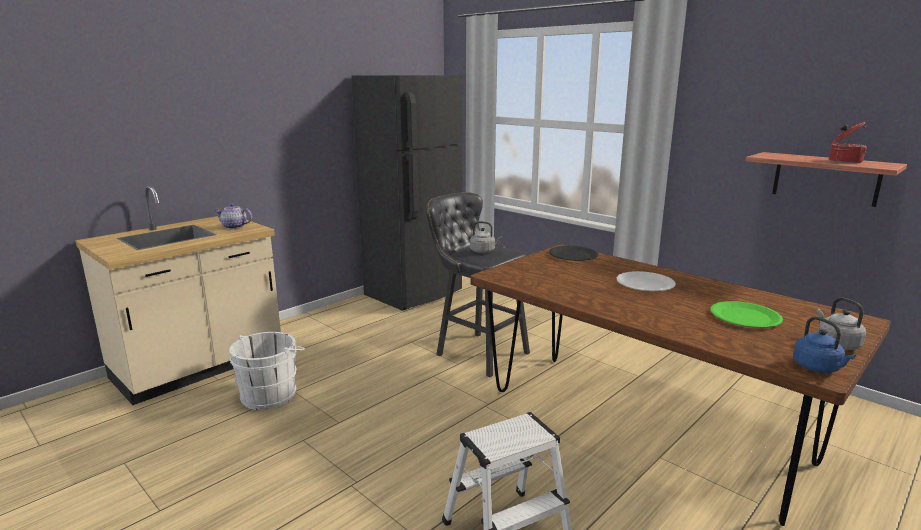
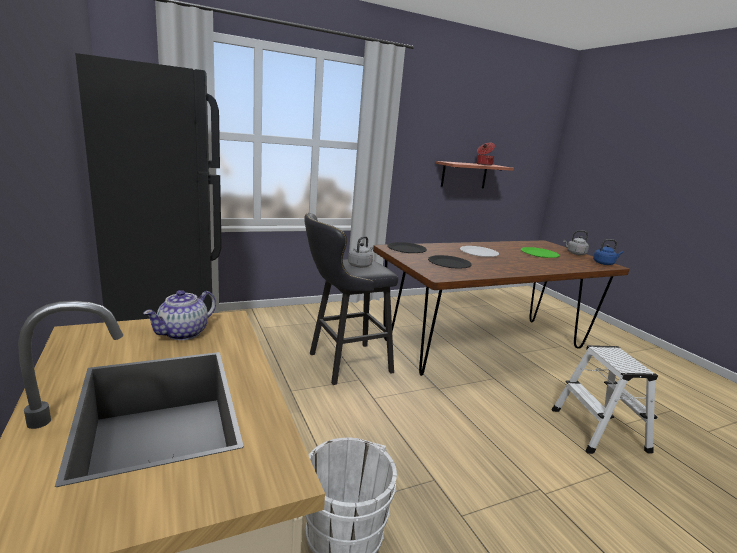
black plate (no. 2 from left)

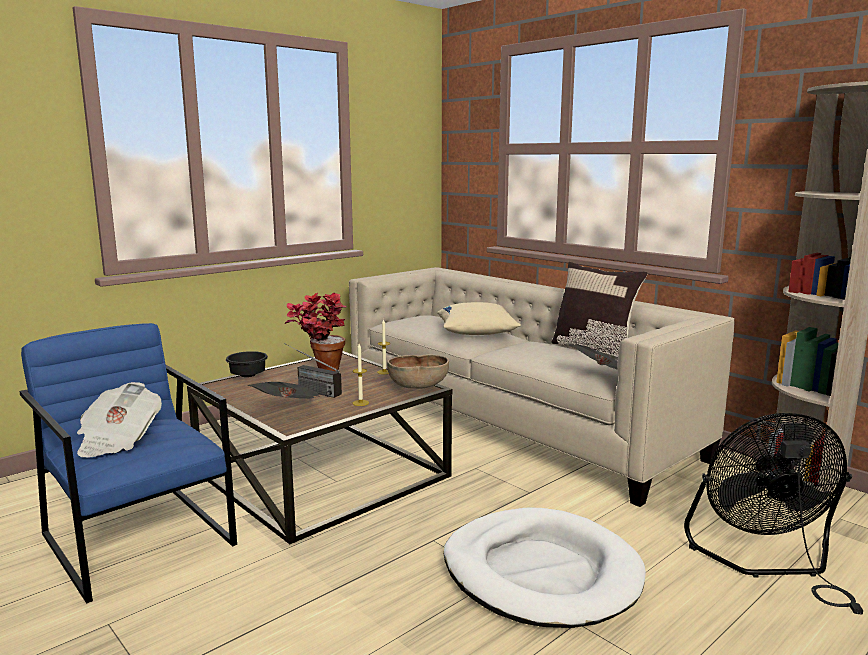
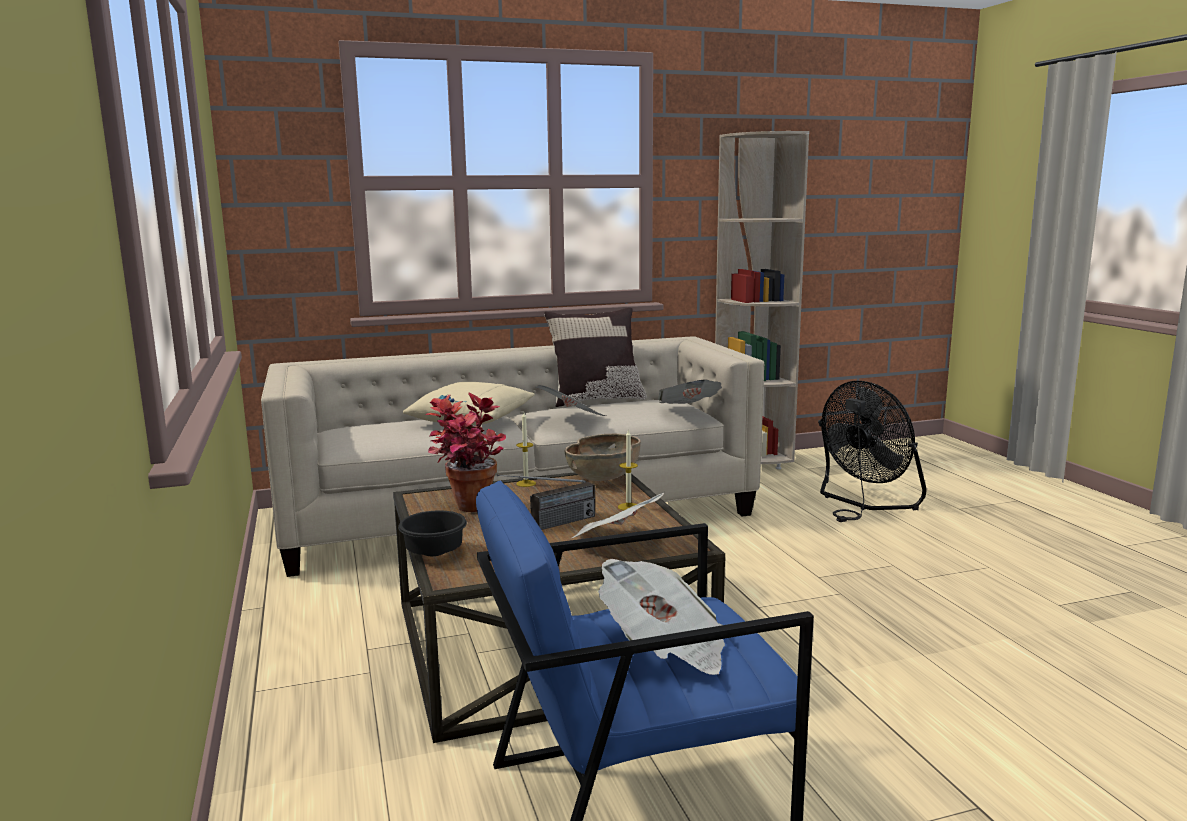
newspaper (no. 1 from left)
black fan
white dog bed

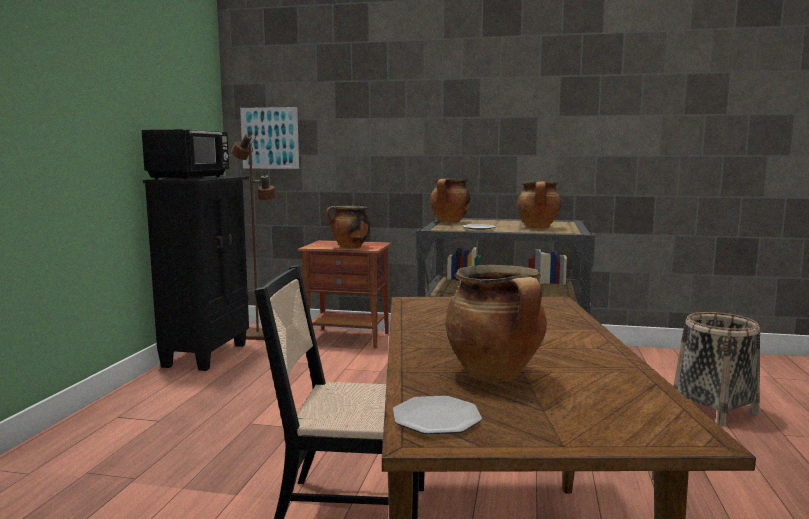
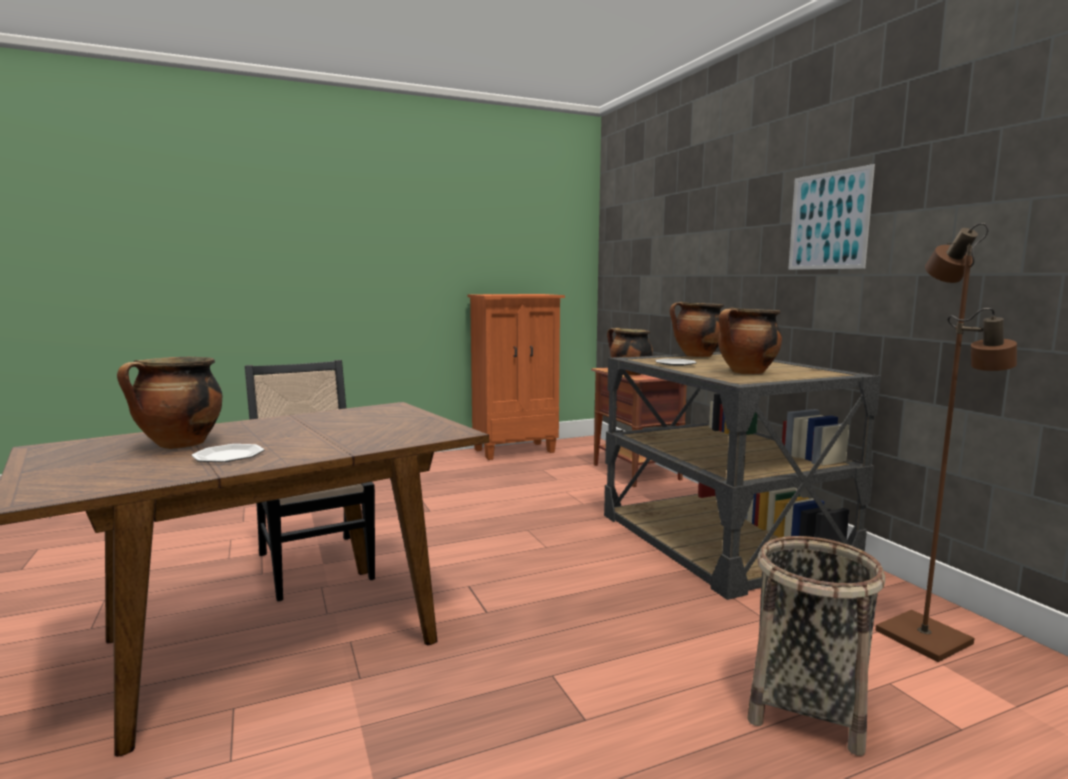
plate (no. 1 from left)
orange cabinet
picture
brown floor lamp
black microwave

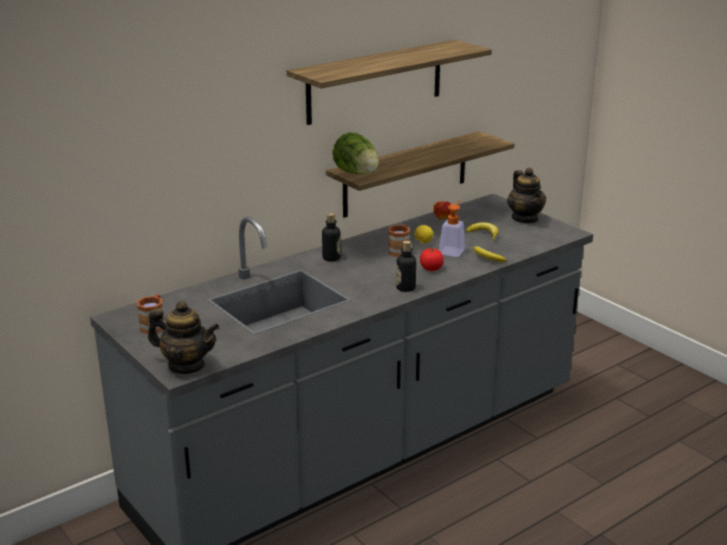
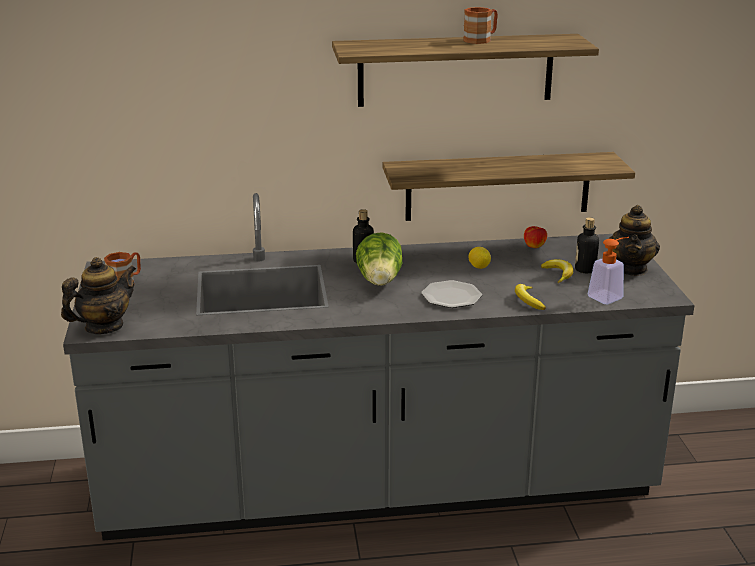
teapot (no. 1 from left)
lettuce
plate
brown mug (no. 2 from left)
bottle (no. 2 from left)
soap dispenser

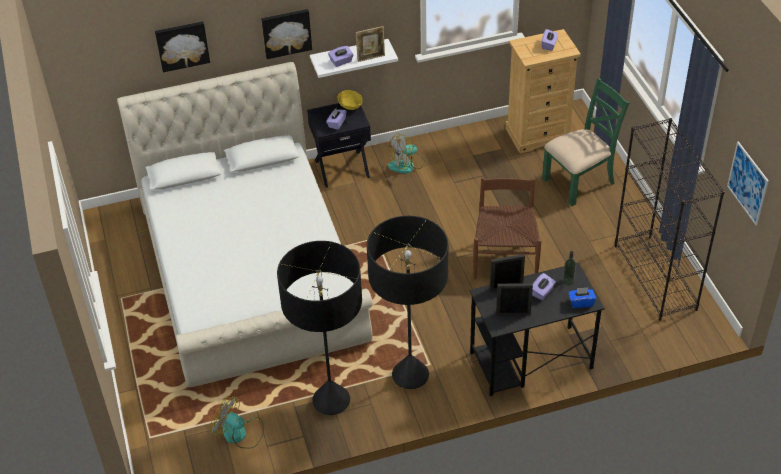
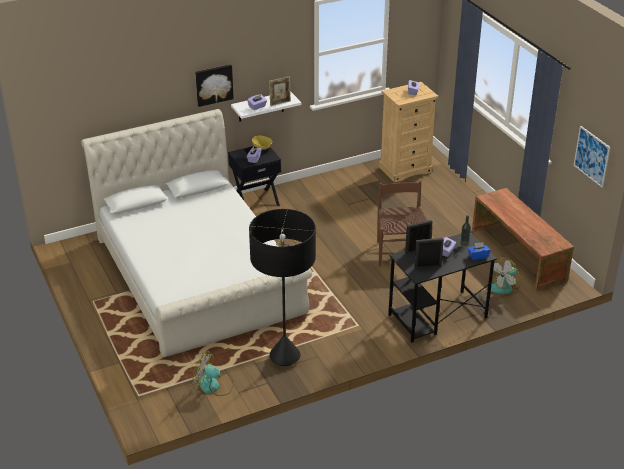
brown bench
fan (no. 2 from left)
picture (no. 1 from left in the first image)
black floor lamp (no. 2 from left in the first image)
green chair

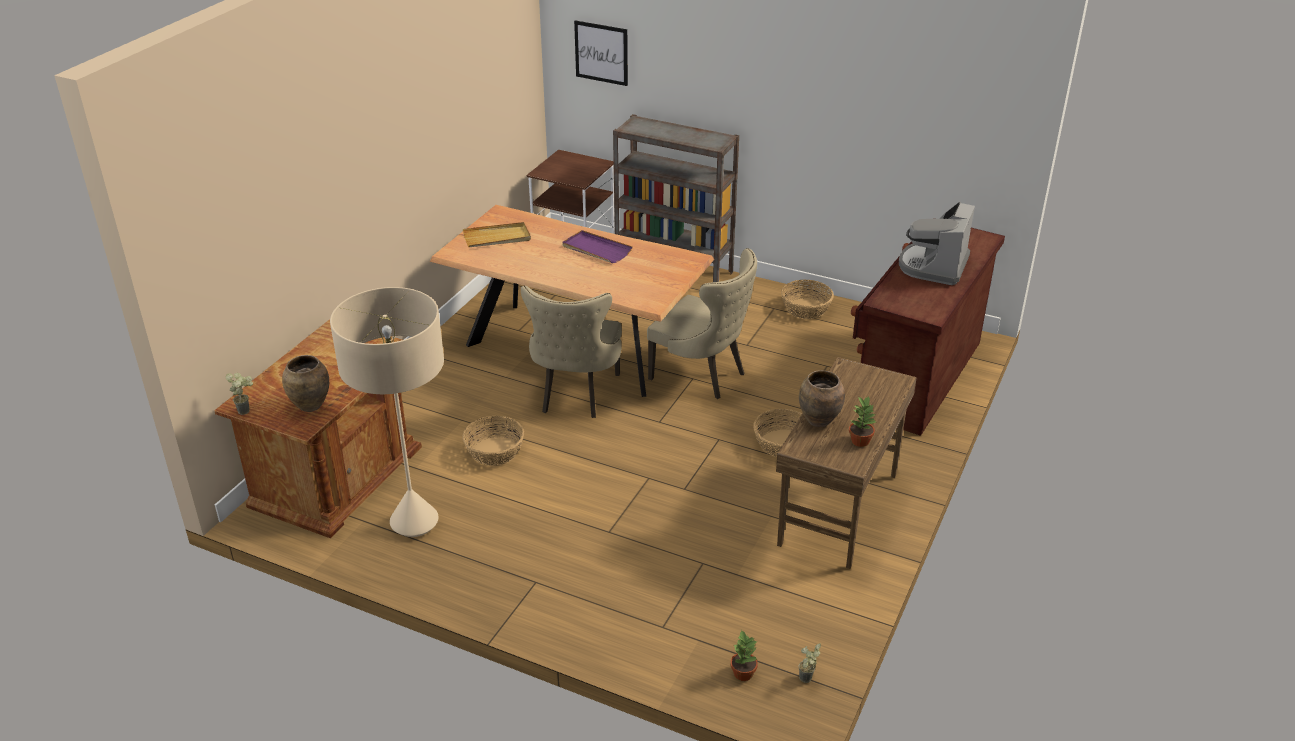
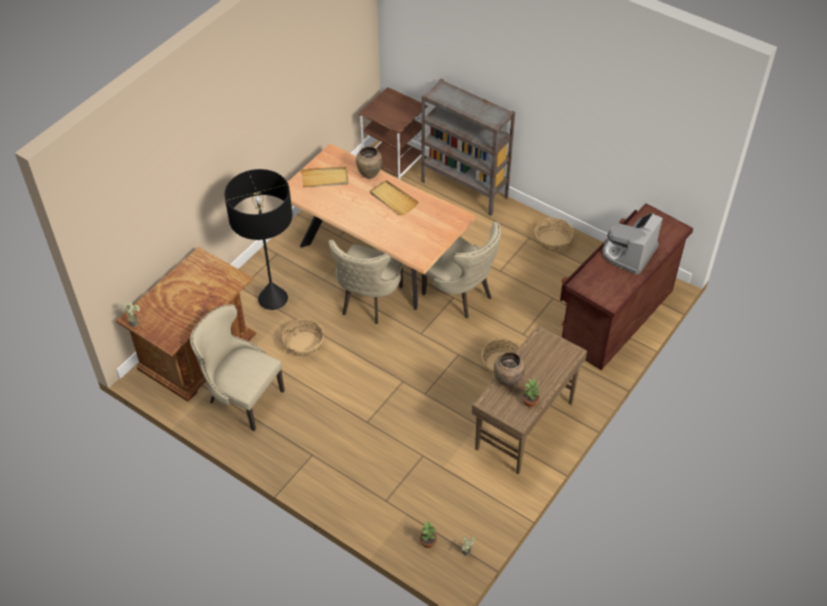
beige chair (no. 1 from left)
black floor lamp
brown vase (no. 1 from left)
beige tray (no. 2 from left)
picture

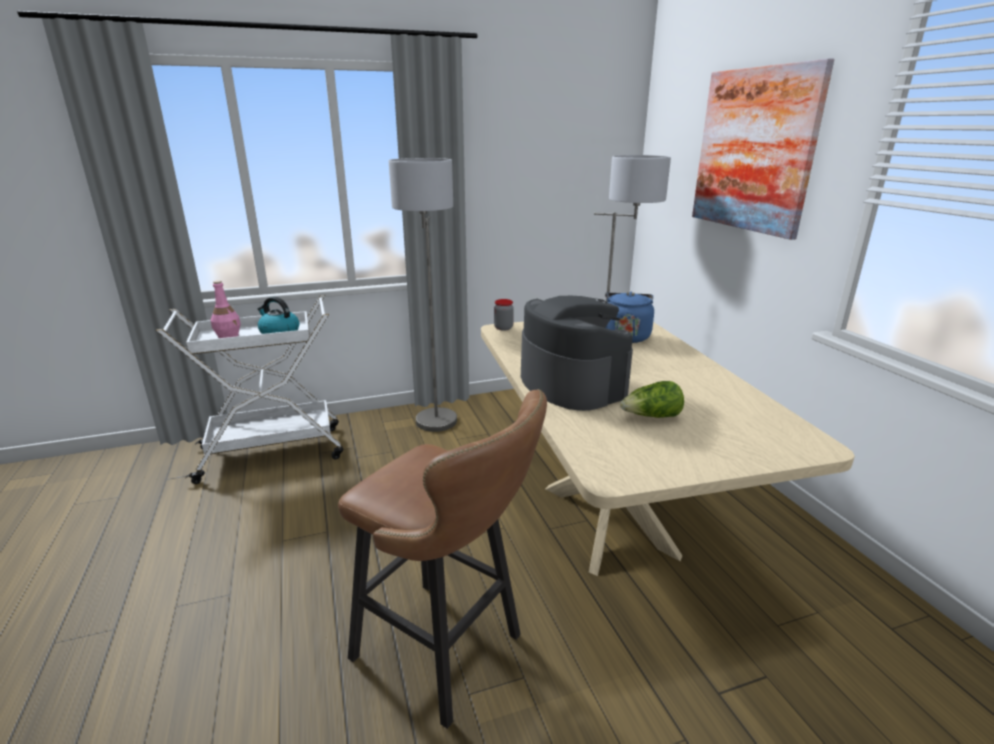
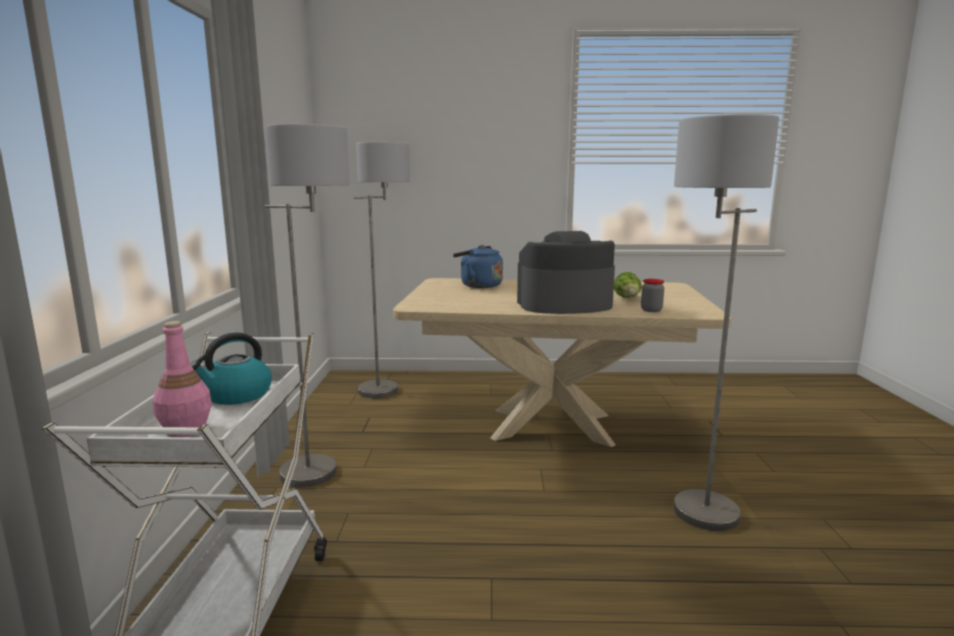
jar
grey floor lamp (no. 3 from left)
picture

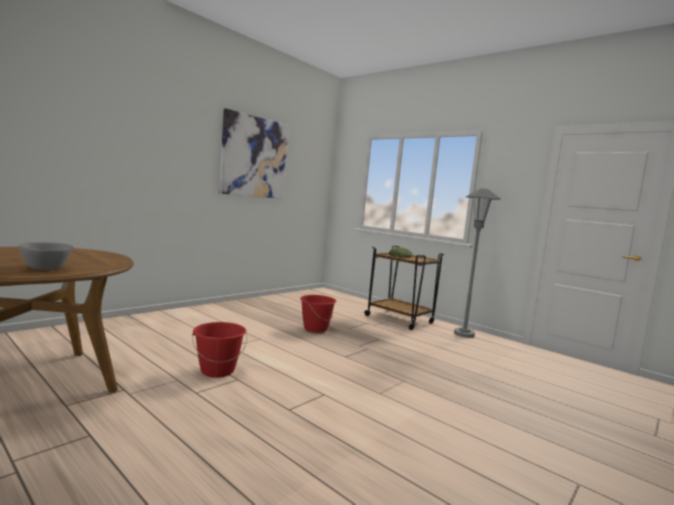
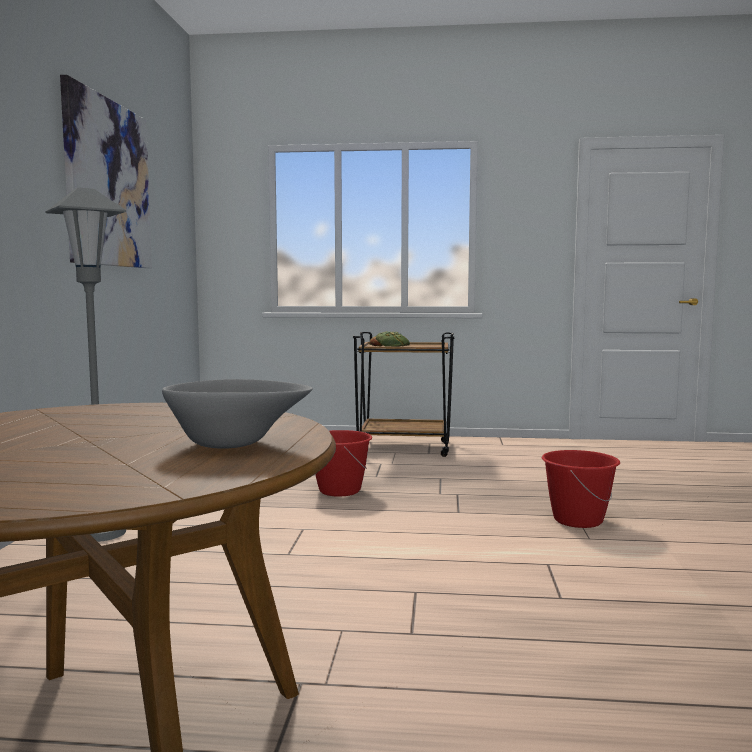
grey floor lamp
red bucket (no. 2 from left)

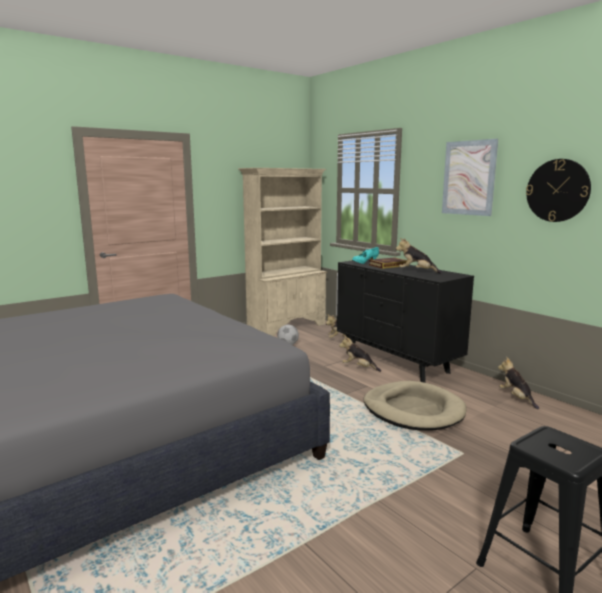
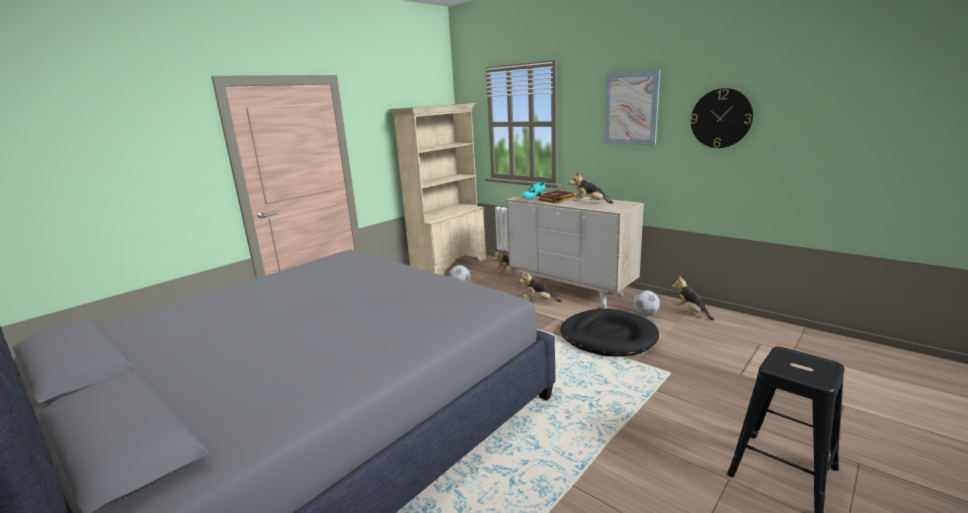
white dresser
black dog bed
football (no. 2 from left)

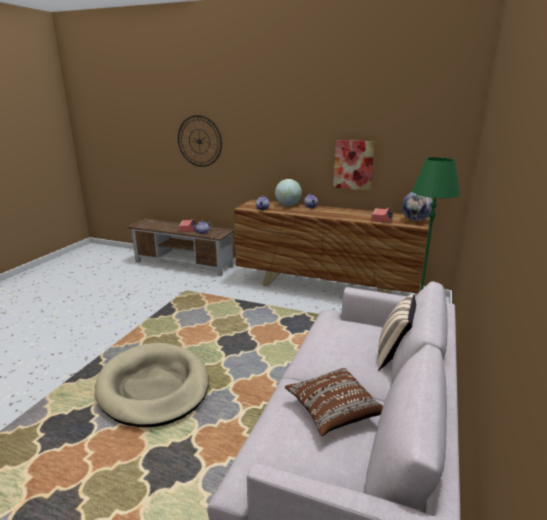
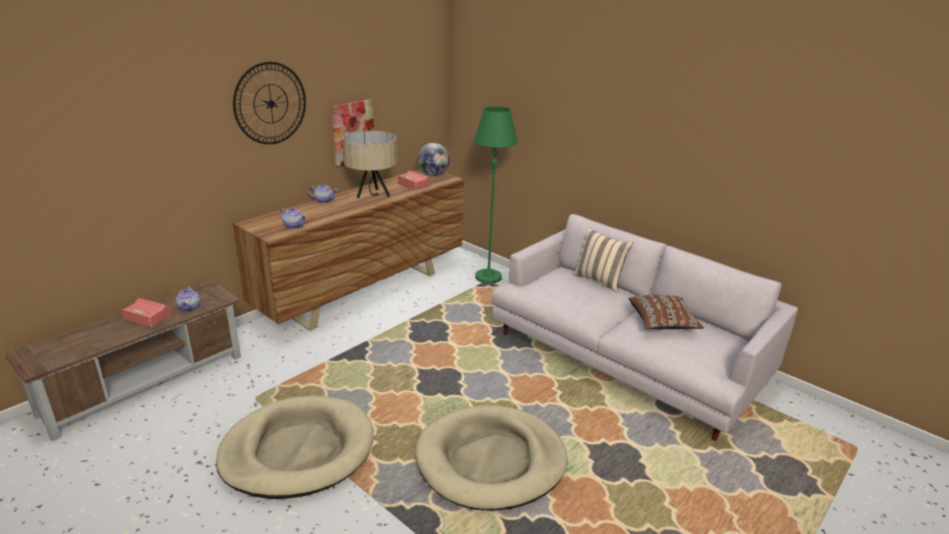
beige dog bed (no. 1 from left)
wall clock
beige table lamp
globe (no. 1 from left in the first image)

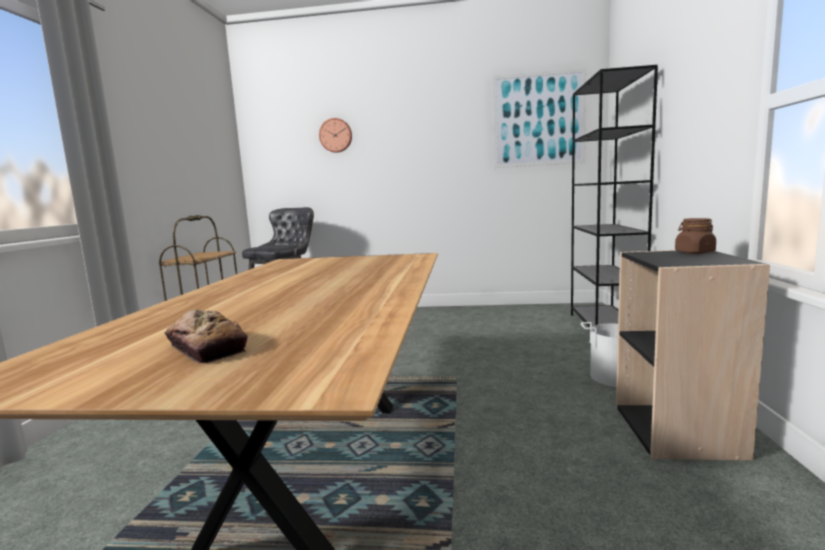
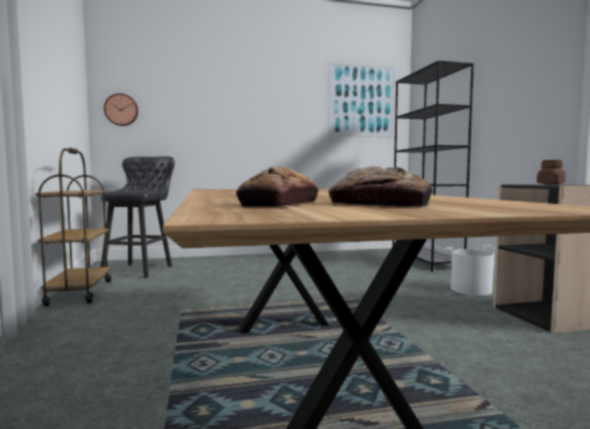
wall clock
bread (no. 1 from left)

